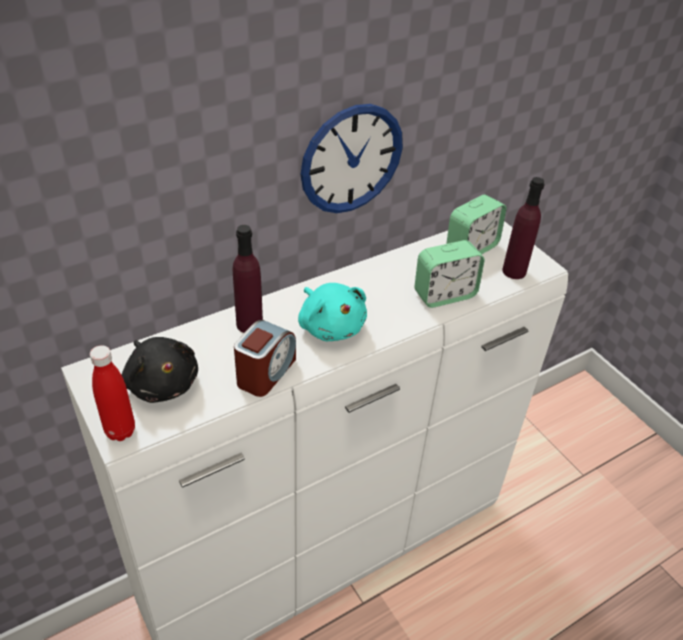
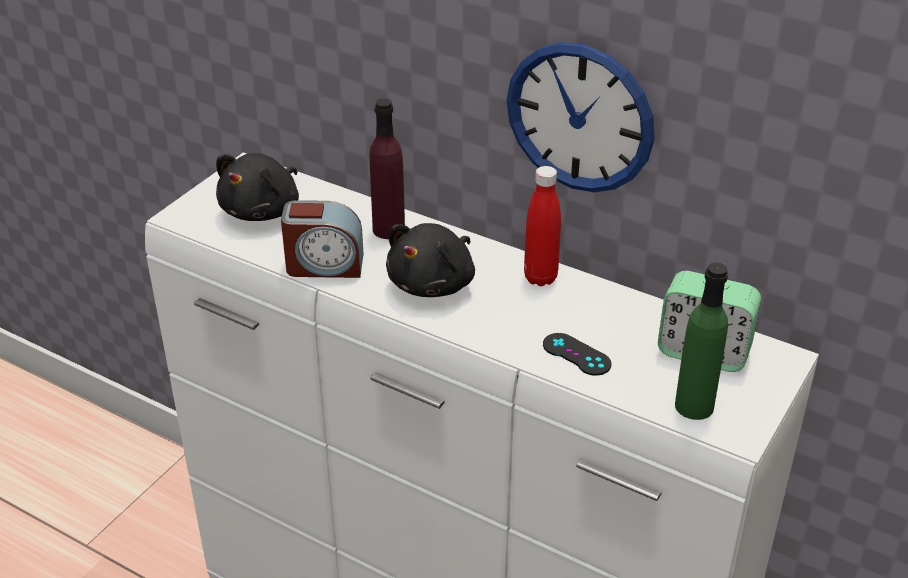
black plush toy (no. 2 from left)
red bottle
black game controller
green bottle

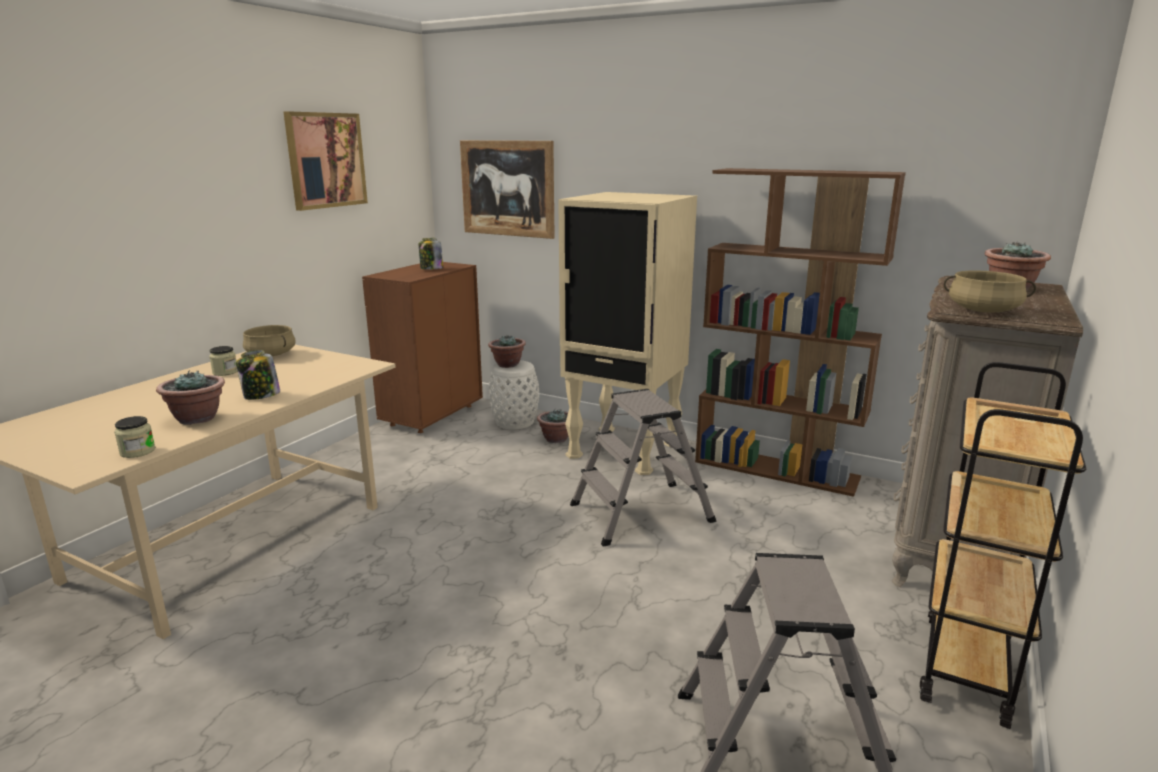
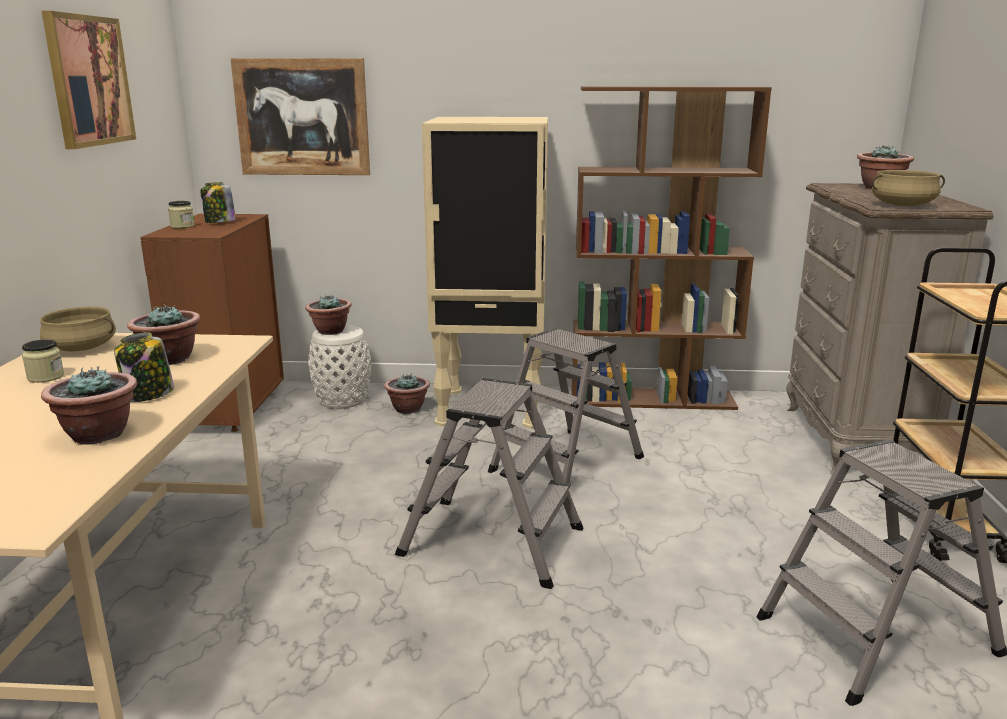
potted plant (no. 2 from left)
jar (no. 3 from left)
grey step ladder (no. 1 from left)

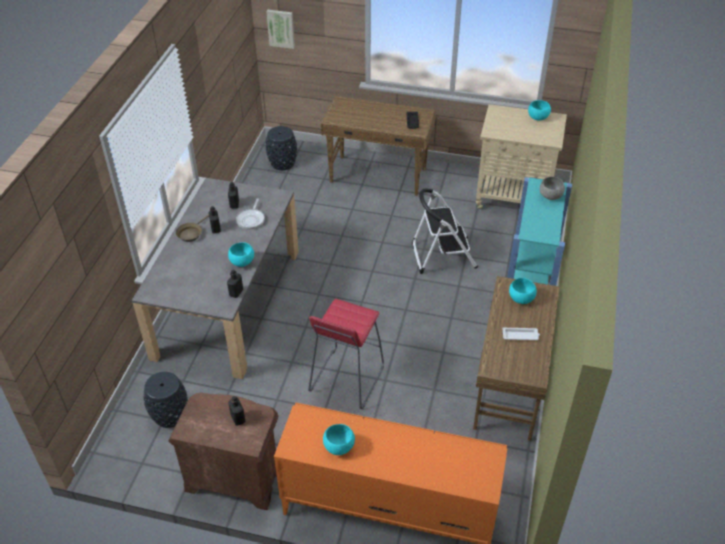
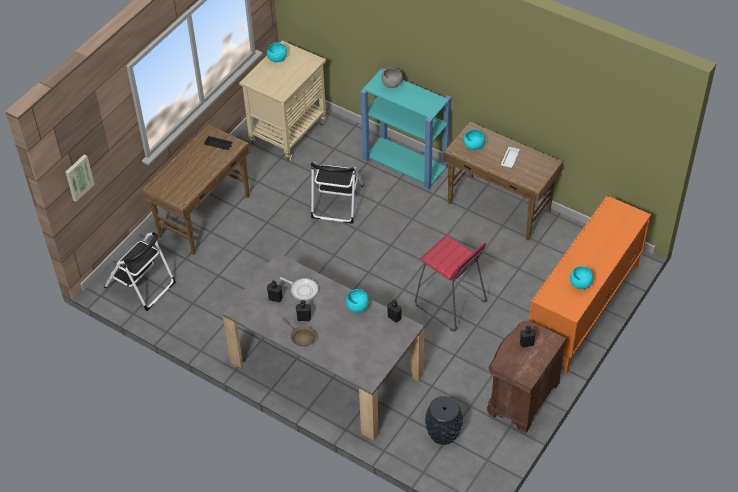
step ladder (no. 1 from left)

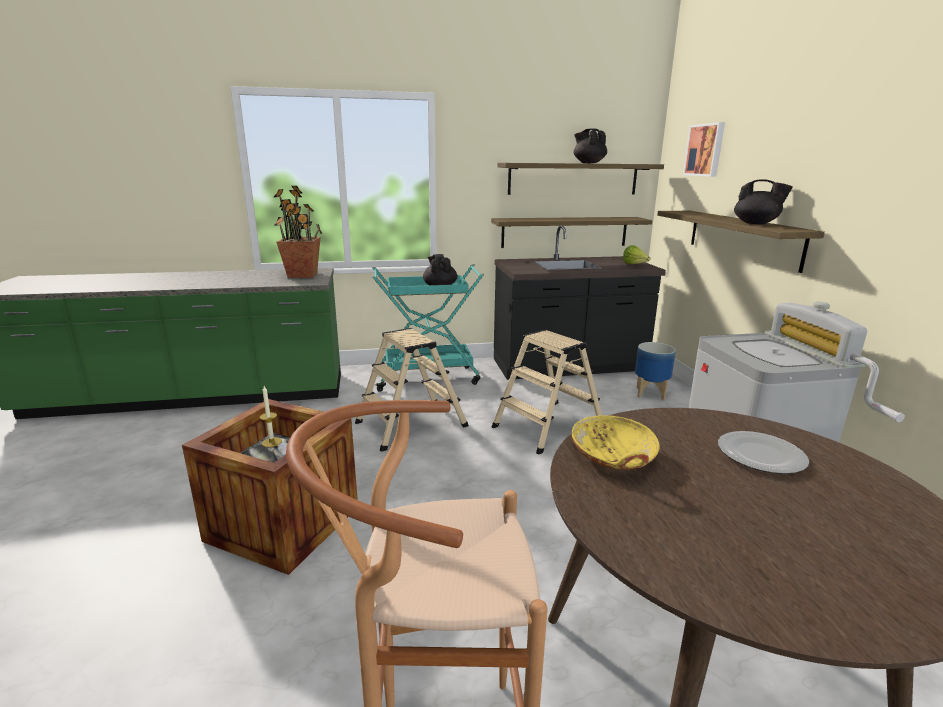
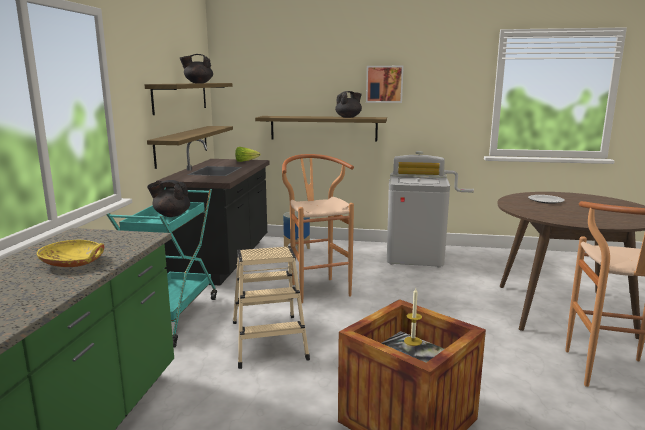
yellow bowl
brown stool (no. 1 from left)
picture
potted plant

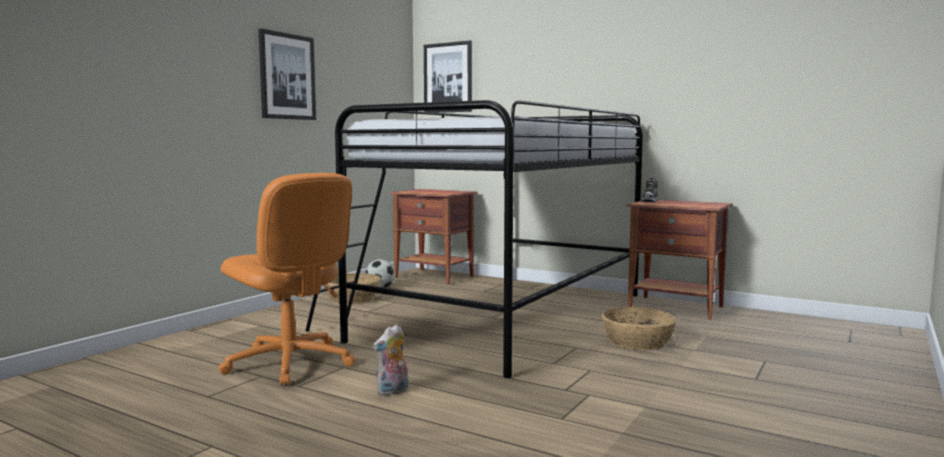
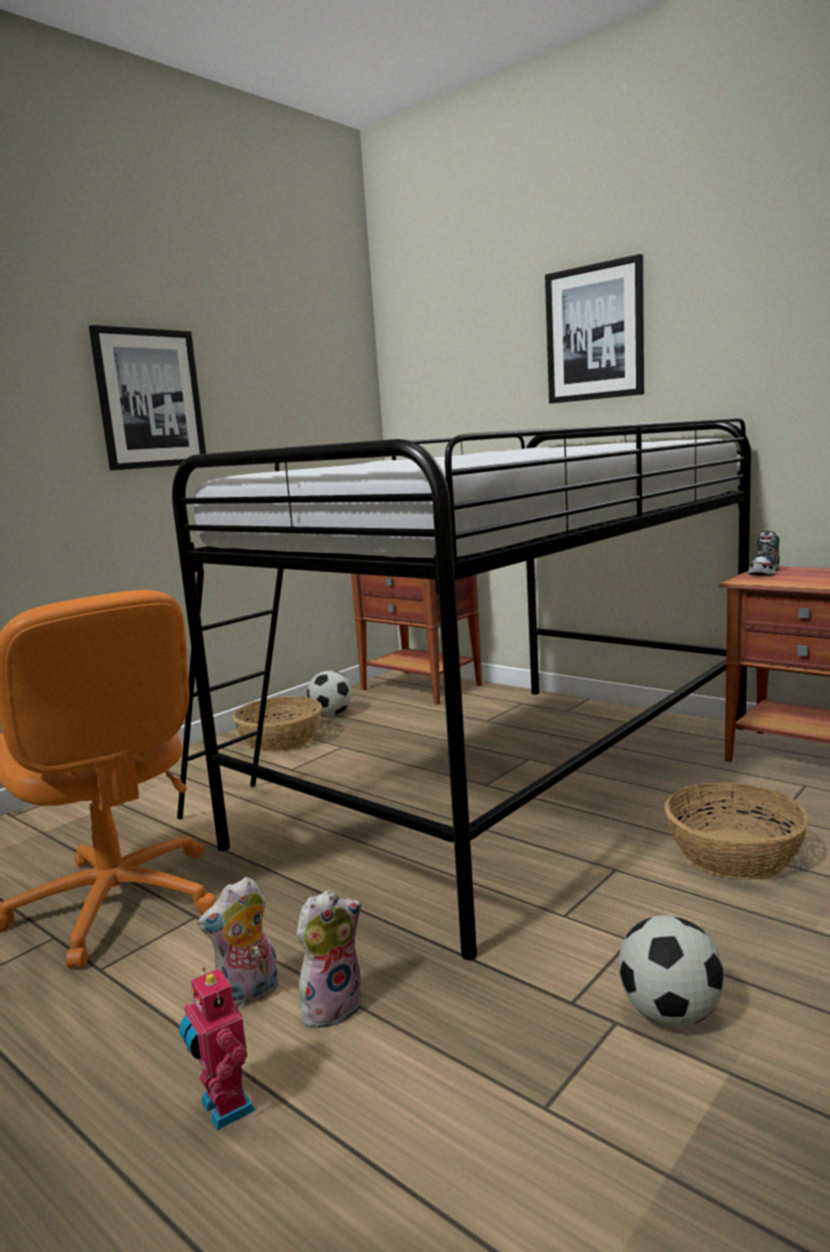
toy robot
plush toy (no. 2 from left)
picture (no. 2 from left)
football (no. 2 from left)

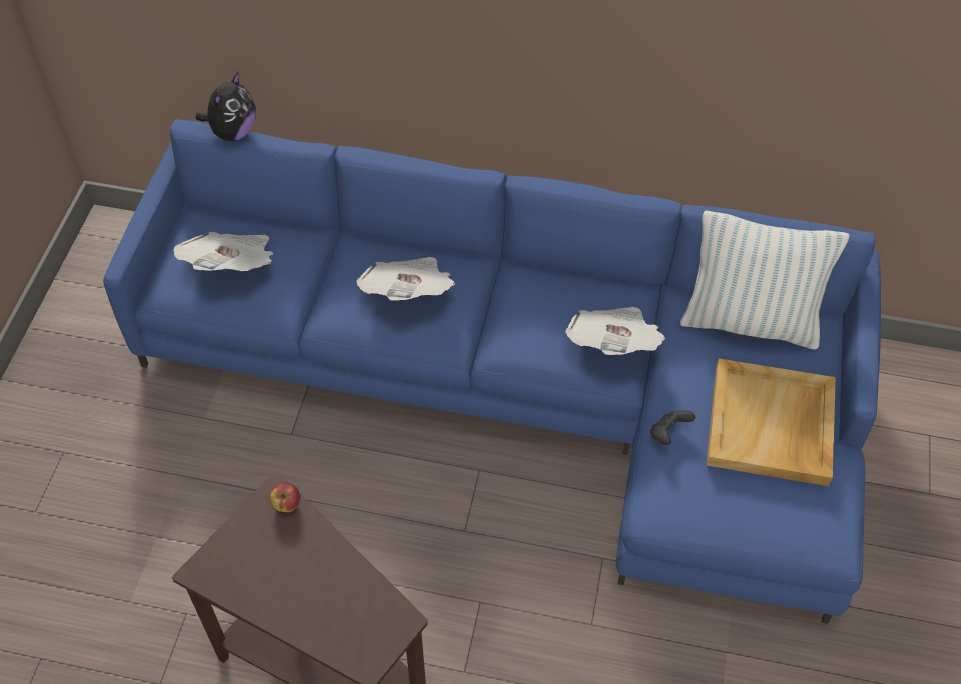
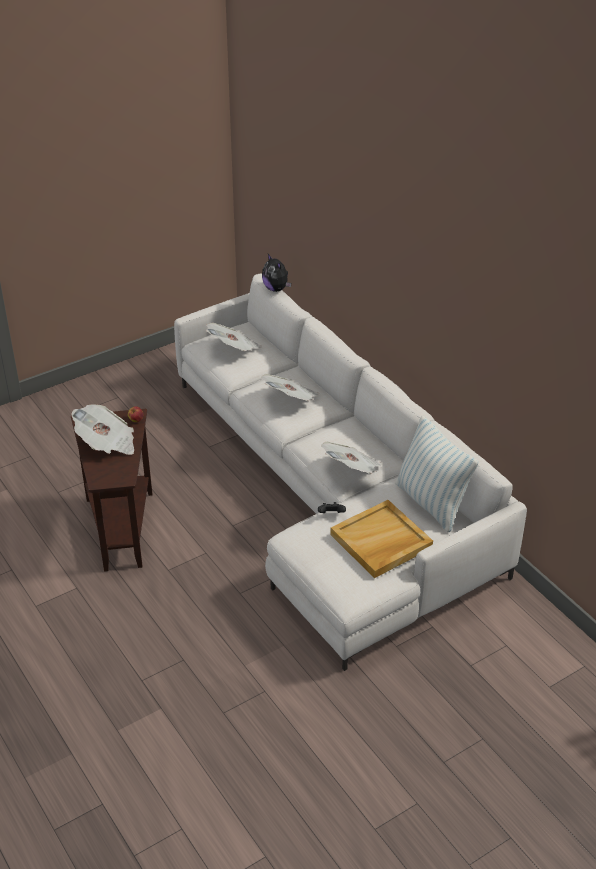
newspaper (no. 1 from left)
white sofa
plush toy

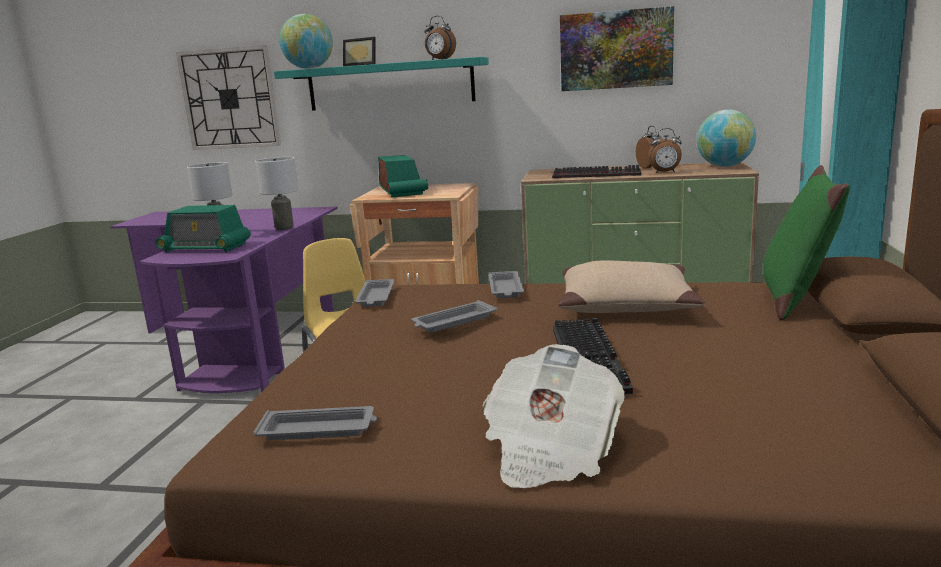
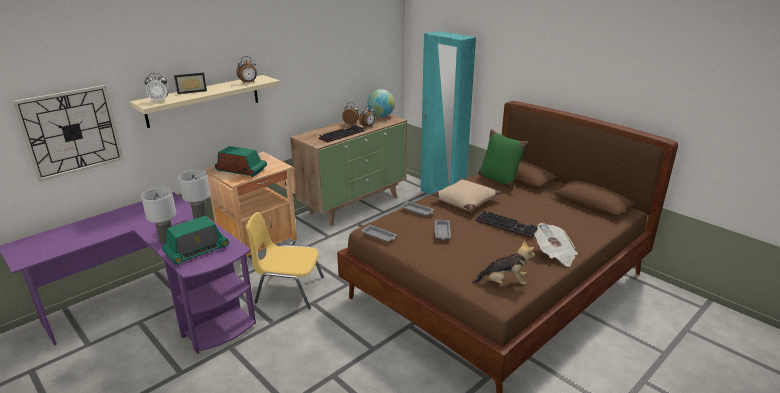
beige shelf
alarm clock (no. 1 from left)
plush toy
picture

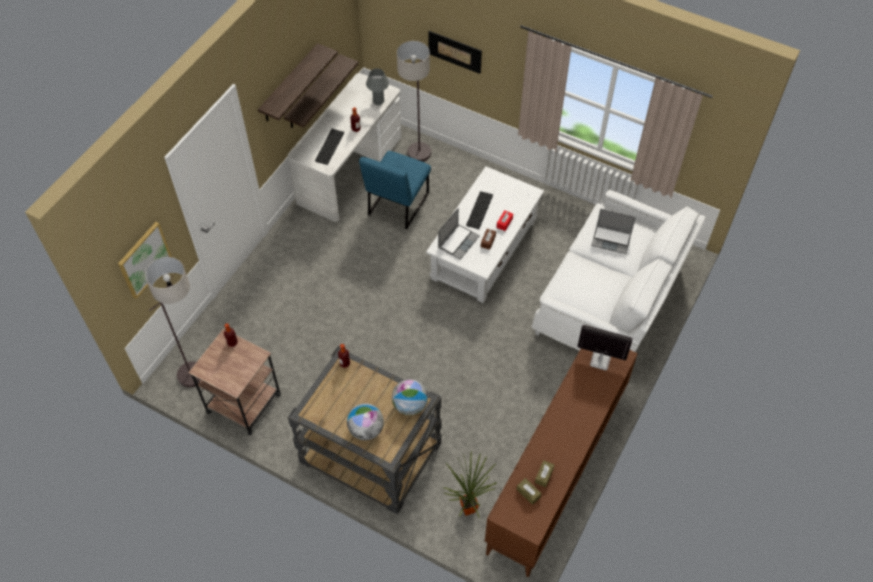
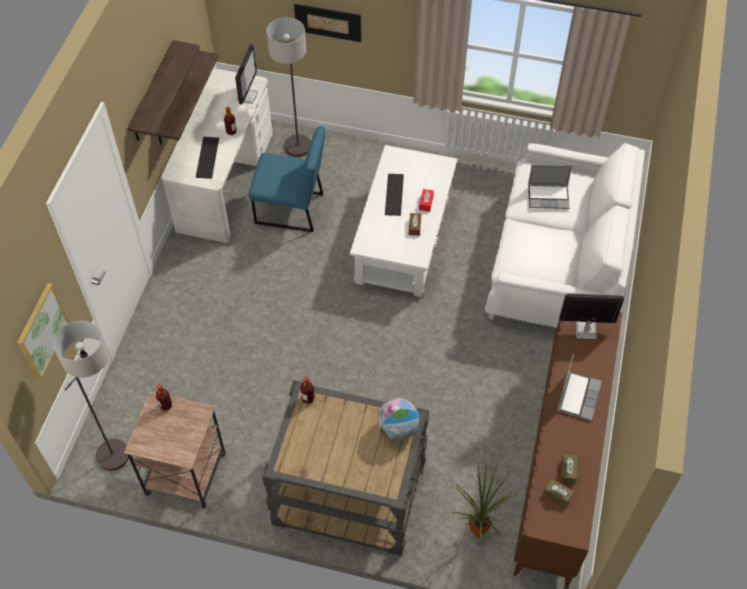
monitor (no. 1 from left)
blue chair
laptop (no. 2 from left)
globe (no. 1 from left in the first image)

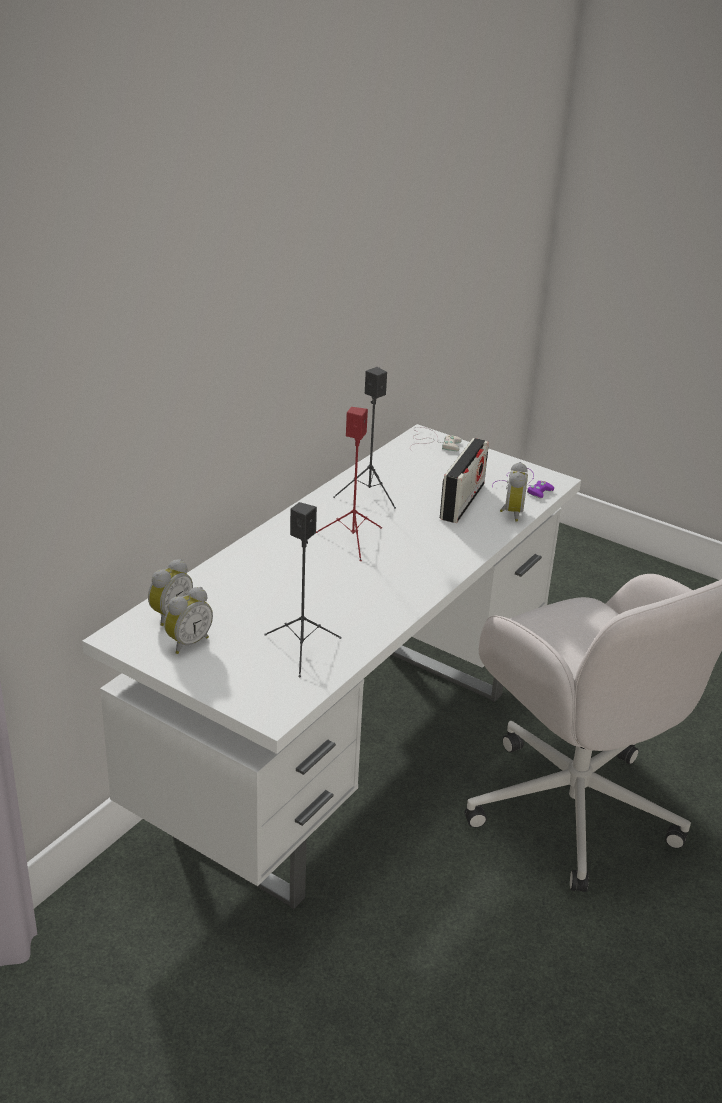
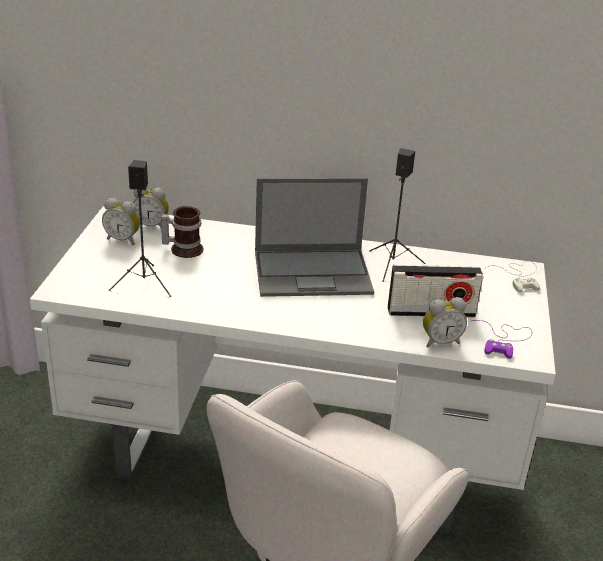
mug
laptop

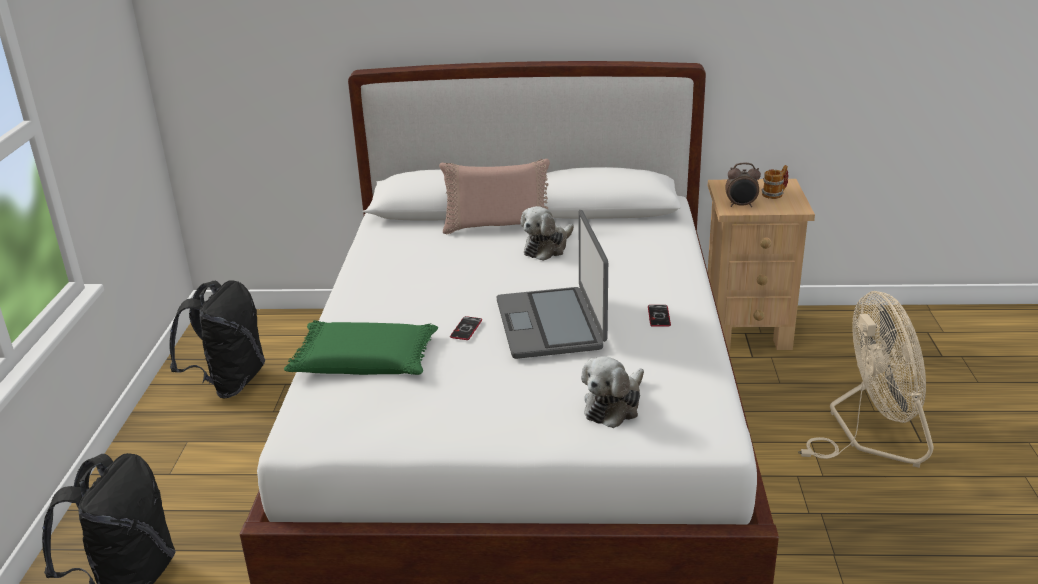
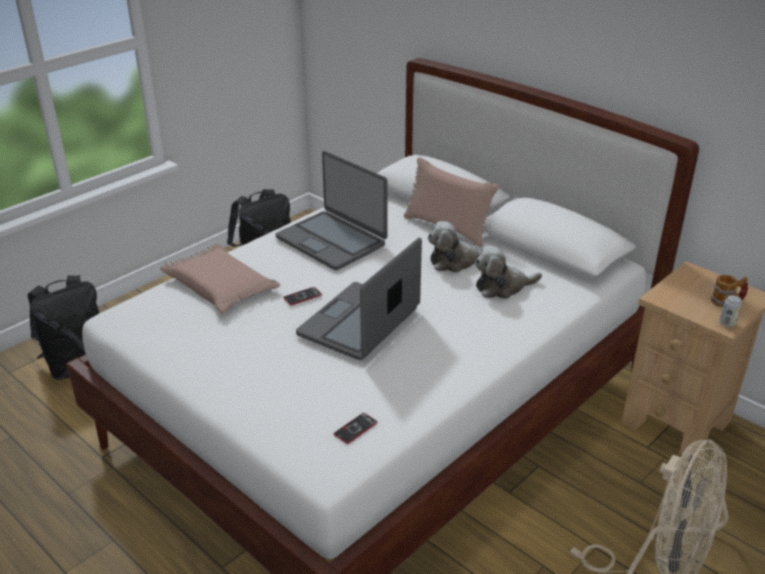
beige pillow (no. 1 from left)
laptop (no. 1 from left)
phone (no. 2 from left)
plush toy (no. 2 from left)
can
alarm clock

